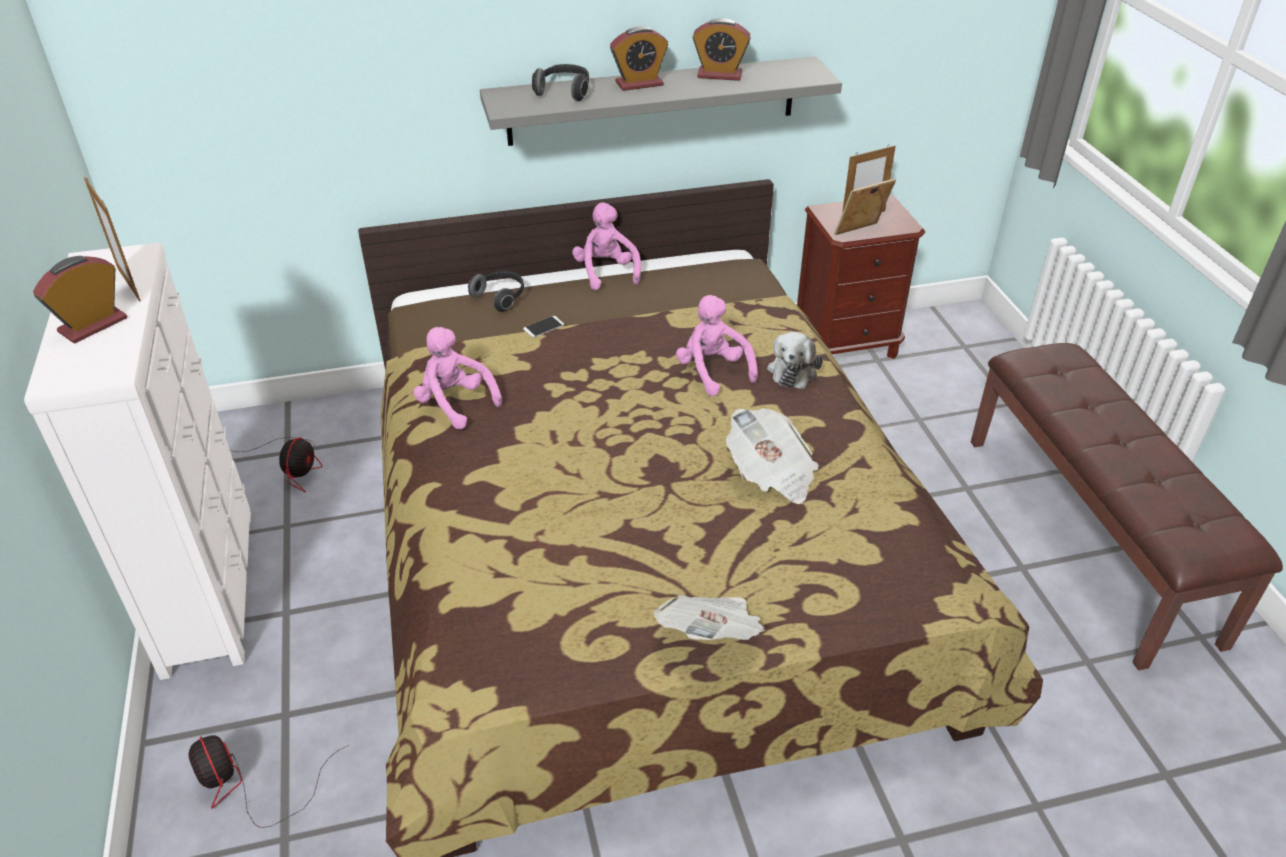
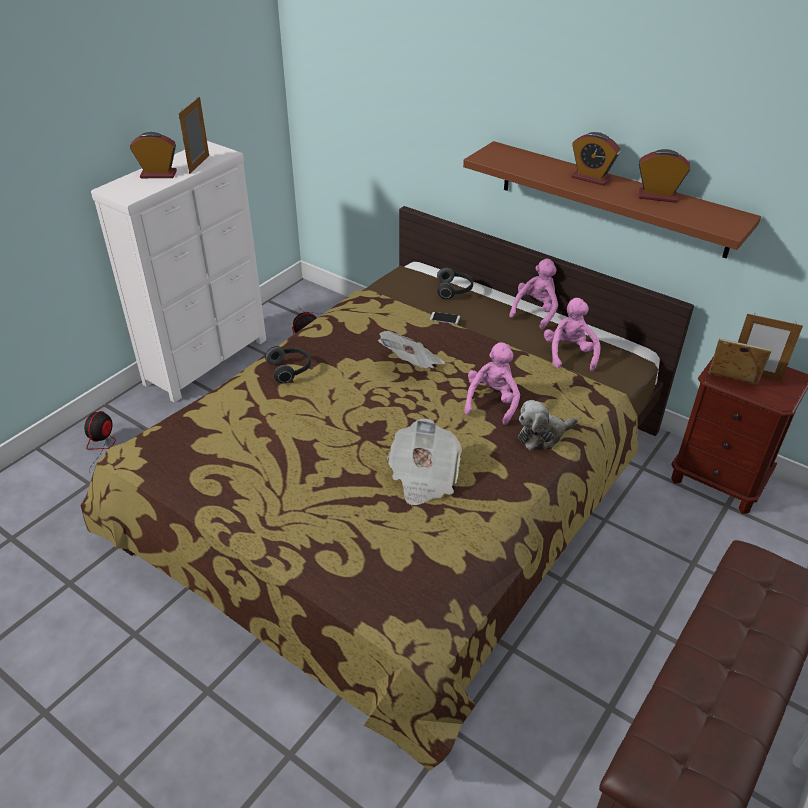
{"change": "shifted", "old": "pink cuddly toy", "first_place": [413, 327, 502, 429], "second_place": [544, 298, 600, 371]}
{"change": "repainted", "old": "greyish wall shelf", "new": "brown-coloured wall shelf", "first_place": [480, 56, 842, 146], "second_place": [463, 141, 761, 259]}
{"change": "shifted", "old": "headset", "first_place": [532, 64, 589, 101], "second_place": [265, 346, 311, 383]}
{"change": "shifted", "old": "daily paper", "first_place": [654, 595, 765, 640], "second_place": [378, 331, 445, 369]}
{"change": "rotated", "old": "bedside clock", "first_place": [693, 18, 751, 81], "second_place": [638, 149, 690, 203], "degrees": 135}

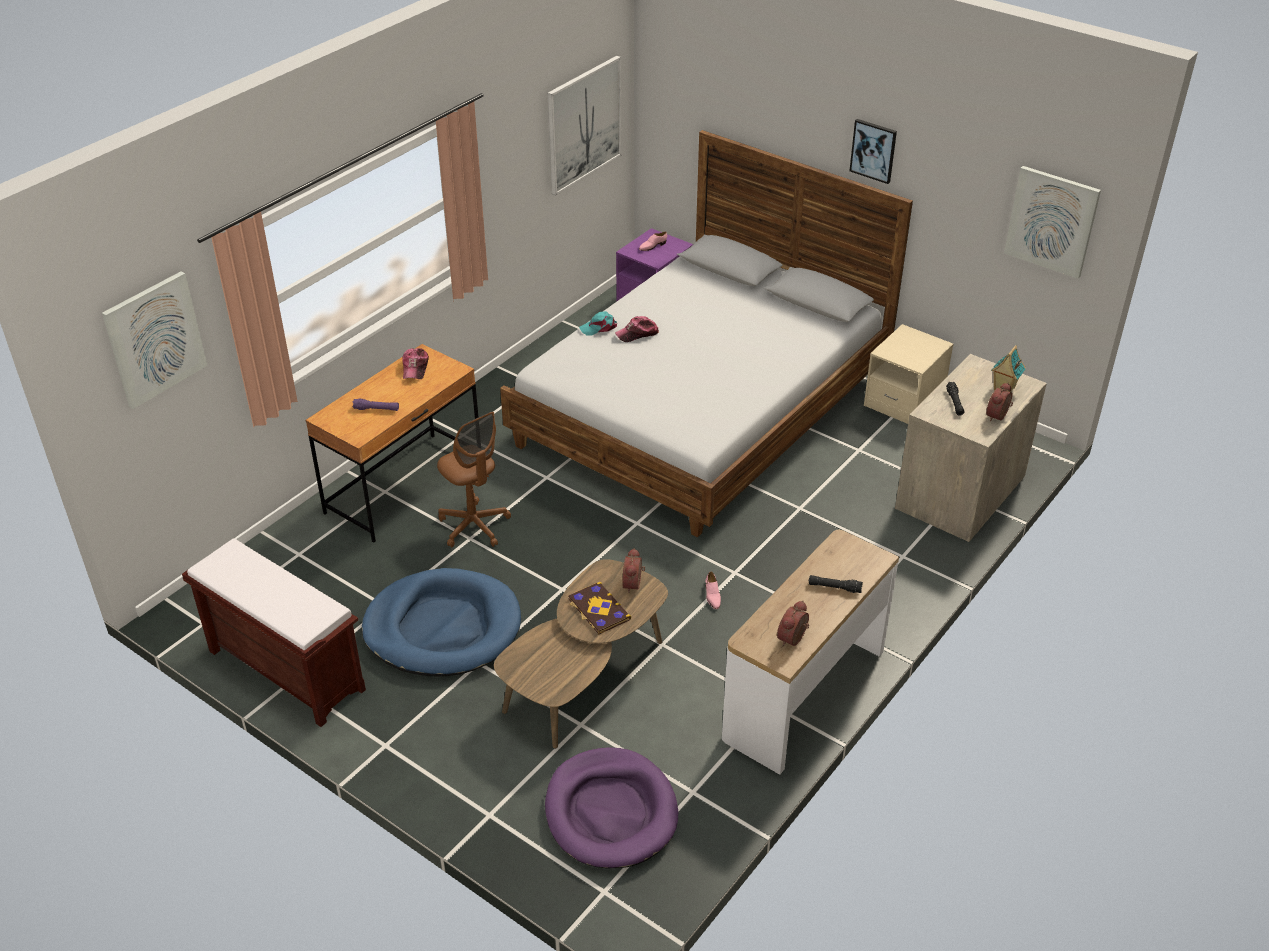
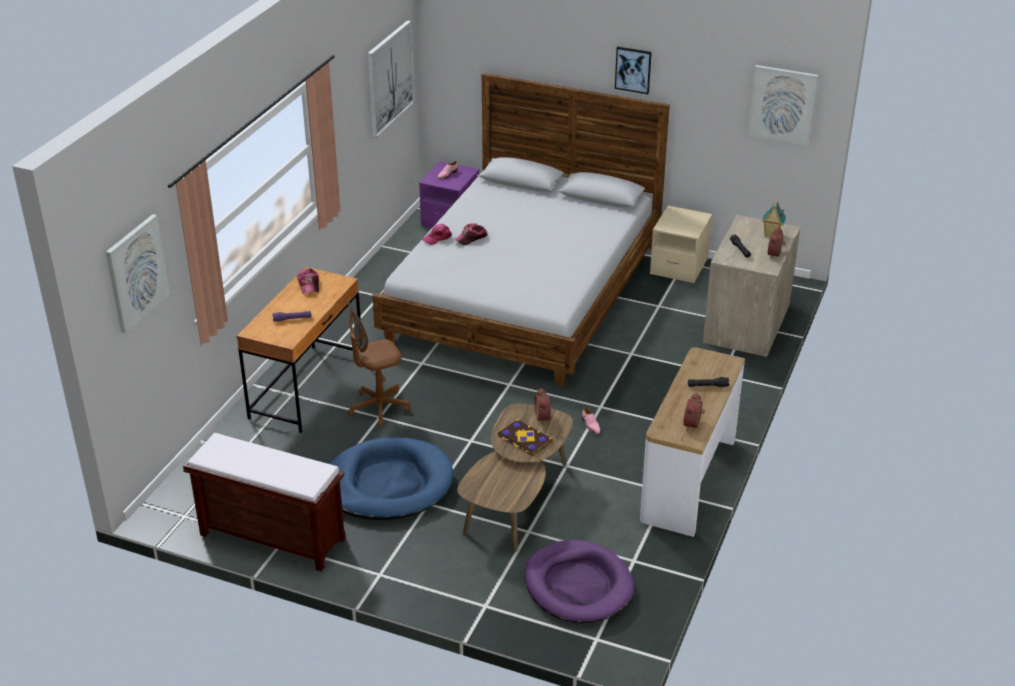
{"change": "rotated", "old": "brown-coloured desk chair", "first_place": [437, 411, 511, 547], "second_place": [346, 300, 410, 426], "degrees": 120}
{"change": "repainted", "old": "turquoise cap", "new": "pink cap", "first_place": [579, 311, 617, 336], "second_place": [422, 224, 452, 245]}

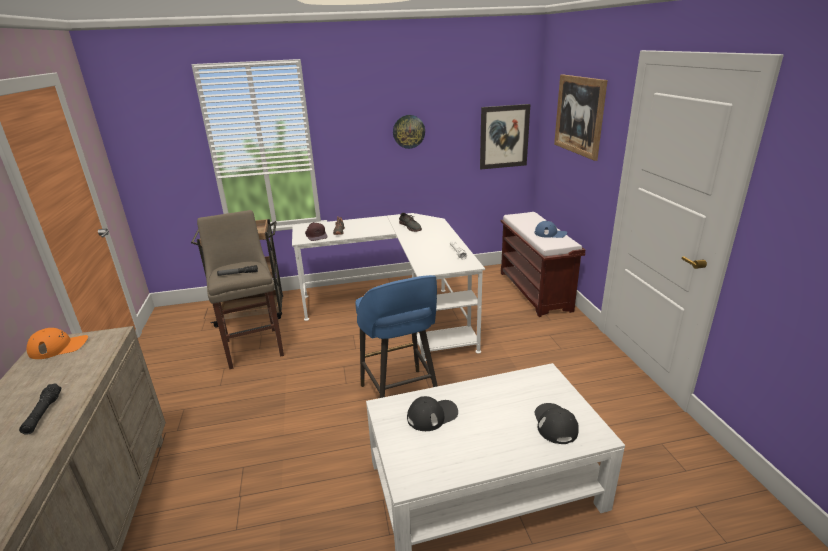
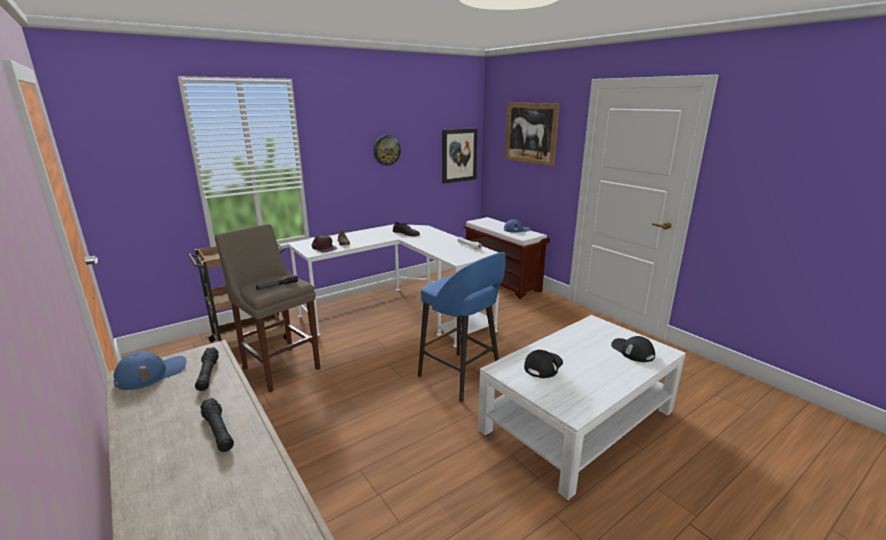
{"change": "repainted", "old": "orangey cap", "new": "blue-coloured cap", "first_place": [27, 328, 88, 359], "second_place": [113, 351, 187, 390]}
{"change": "new", "new": "blackish flashlight", "second_place": [195, 347, 219, 391]}

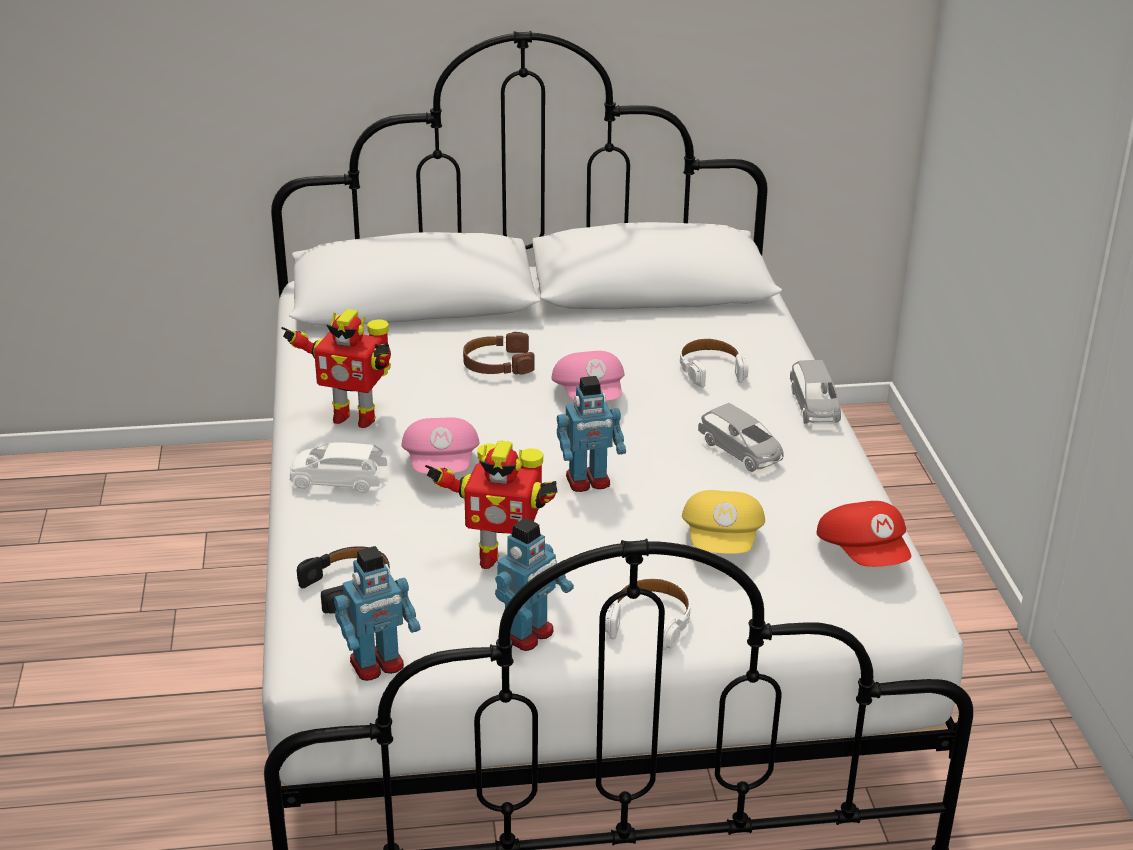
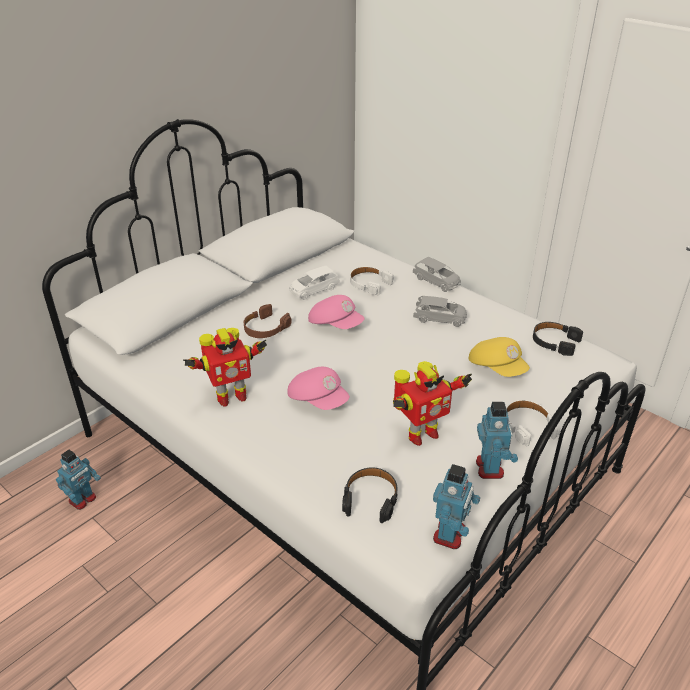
{"change": "shifted", "old": "white miniature car", "first_place": [290, 442, 387, 493], "second_place": [290, 266, 340, 300]}
{"change": "shifted", "old": "model robot", "first_place": [557, 376, 626, 492], "second_place": [56, 450, 101, 510]}
{"change": "swapped", "old": "red-coloured cap", "new": "blackish headset", "first_place": [817, 501, 911, 567], "second_place": [533, 322, 583, 356]}

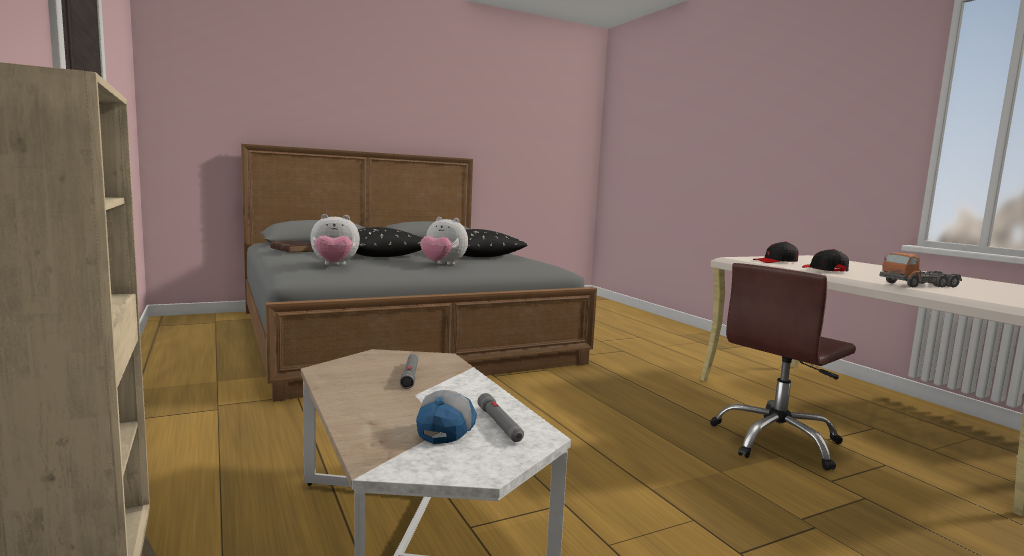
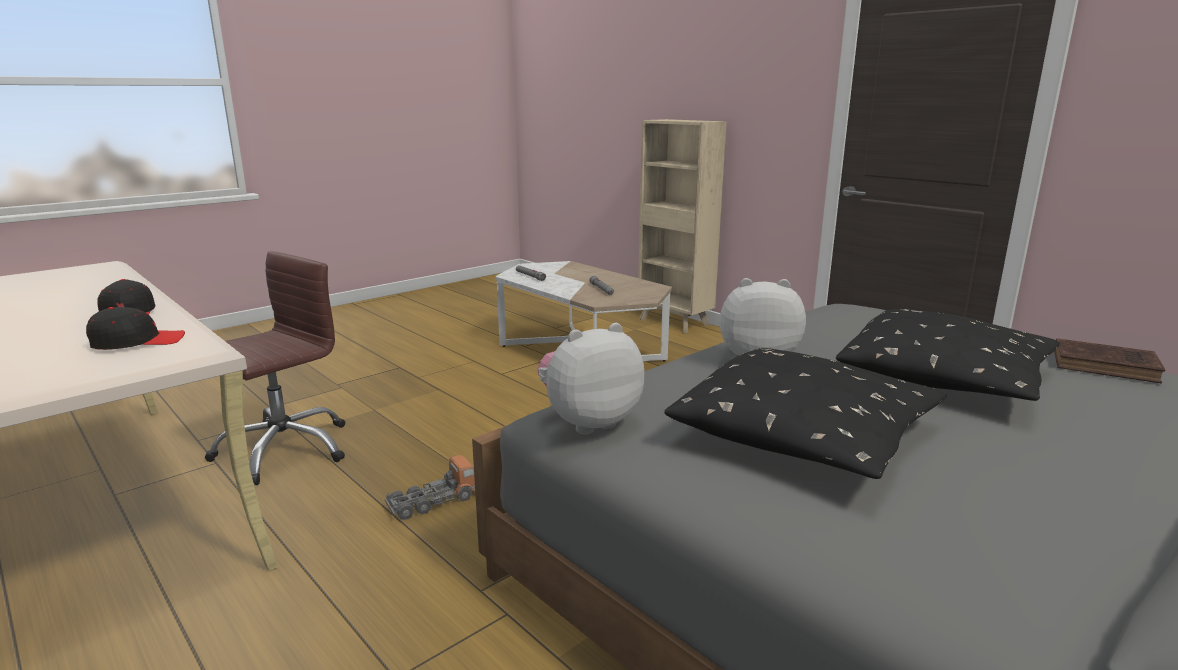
{"change": "shifted", "old": "cuddly toy", "first_place": [310, 214, 360, 265], "second_place": [537, 323, 644, 434]}
{"change": "gone", "old": "cap", "first_place": [416, 390, 477, 444]}
{"change": "shifted", "old": "toy lorry", "first_place": [879, 252, 962, 288], "second_place": [384, 455, 475, 520]}

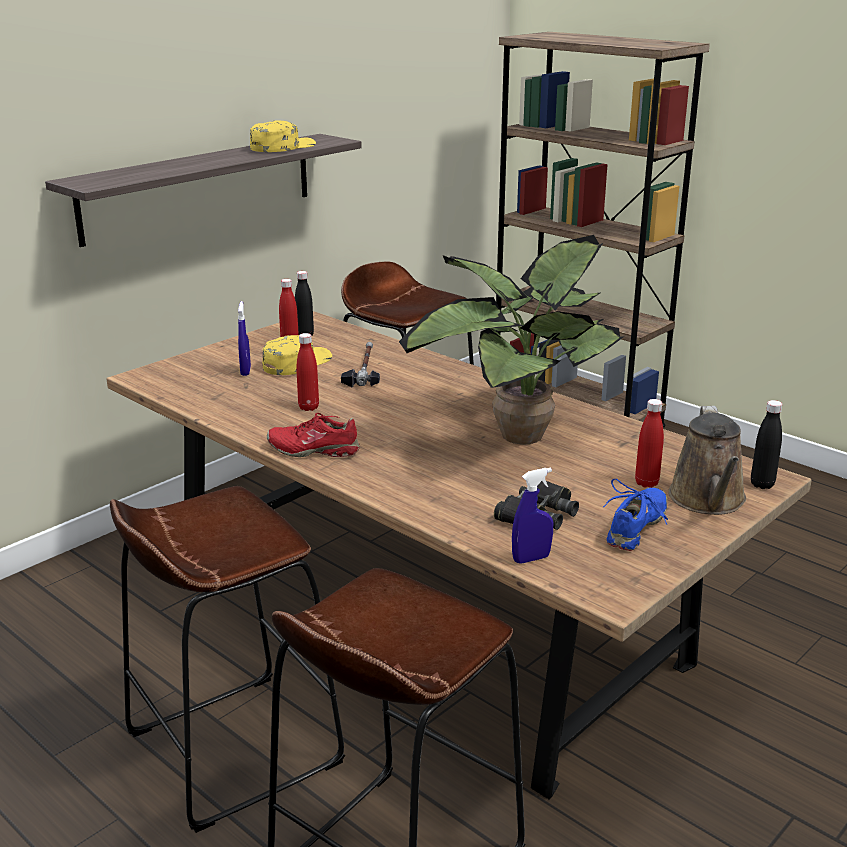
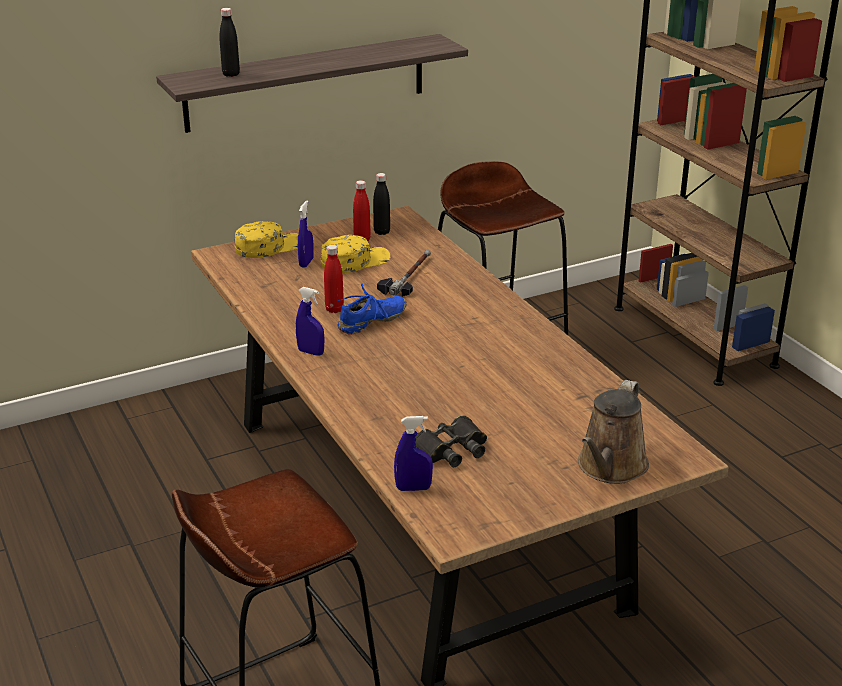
{"change": "gone", "old": "brown-coloured stool", "first_place": [110, 486, 345, 833]}
{"change": "shifted", "old": "yellowish cap", "first_place": [250, 120, 316, 152], "second_place": [235, 221, 298, 258]}
{"change": "swapped", "old": "red-coloured shoe", "new": "blue-coloured sprayer", "first_place": [267, 413, 360, 457], "second_place": [296, 287, 325, 356]}
{"change": "gone", "old": "houseplant", "first_place": [399, 235, 625, 445]}
{"change": "shifted", "old": "blue-coloured shoe", "first_place": [603, 479, 668, 551], "second_place": [337, 284, 407, 335]}
{"change": "gone", "old": "red-coloured bottle", "first_place": [635, 399, 664, 488]}
{"change": "shifted", "old": "blackish bottle", "first_place": [751, 400, 782, 489], "second_place": [220, 8, 240, 77]}

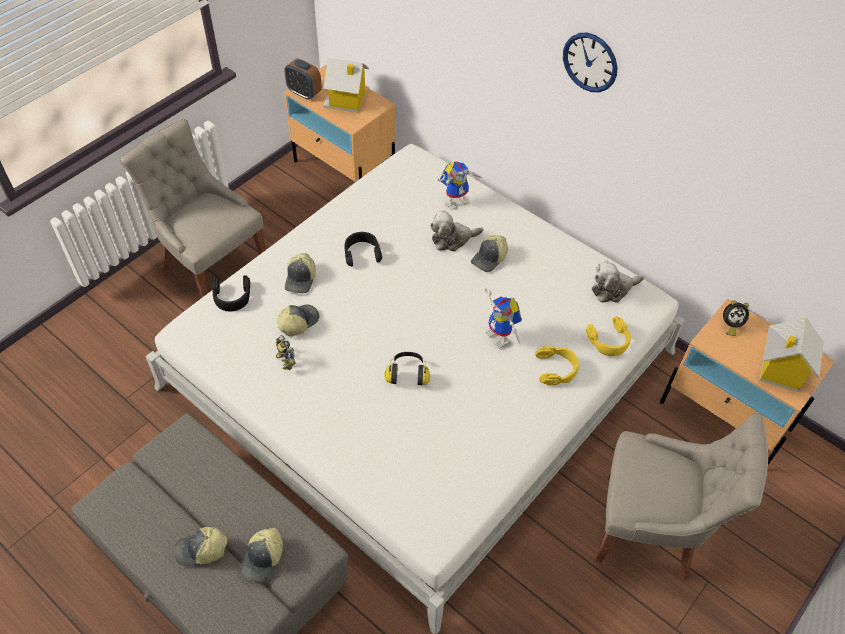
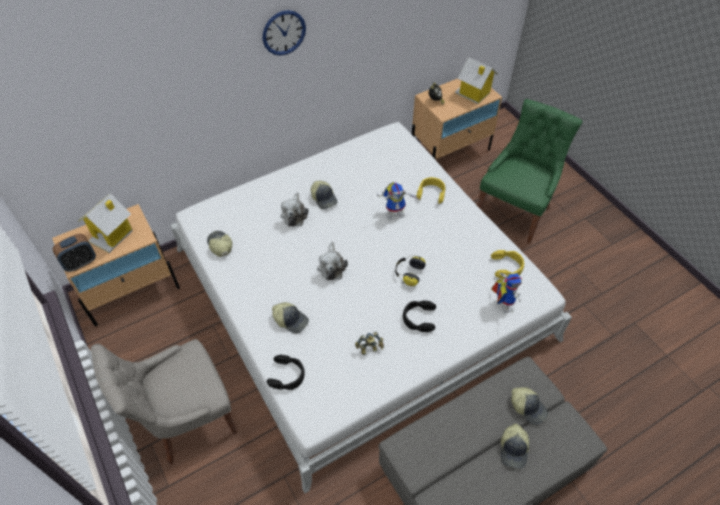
{"change": "shifted", "old": "cap", "first_place": [277, 304, 319, 336], "second_place": [207, 231, 232, 257]}
{"change": "shifted", "old": "blackish headset", "first_place": [344, 232, 382, 267], "second_place": [403, 300, 436, 332]}
{"change": "shifted", "old": "model robot", "first_place": [437, 161, 482, 210], "second_place": [491, 273, 522, 313]}
{"change": "shifted", "old": "yellowish headset", "first_place": [586, 316, 631, 356], "second_place": [491, 250, 524, 279]}
{"change": "shifted", "old": "cuddly toy", "first_place": [592, 261, 644, 303], "second_place": [317, 242, 348, 280]}
{"change": "repainted", "old": "greyish chair", "new": "green chair", "first_place": [596, 413, 768, 581], "second_place": [477, 99, 583, 244]}

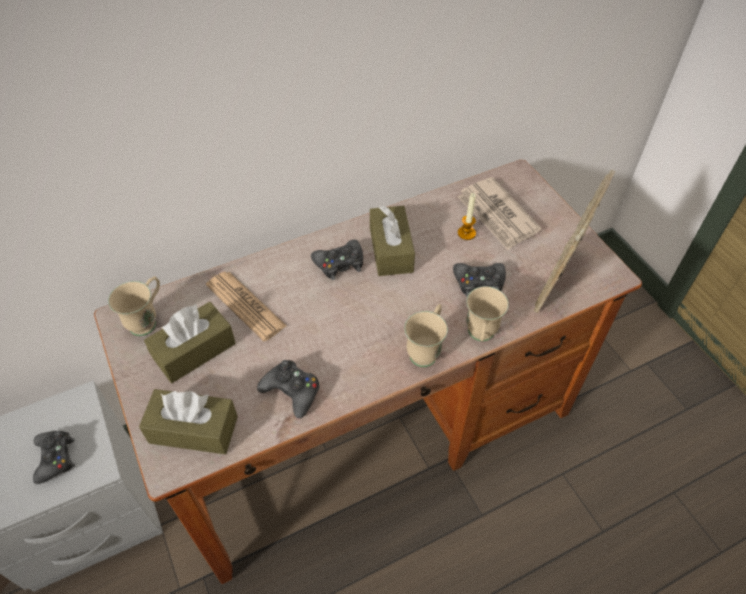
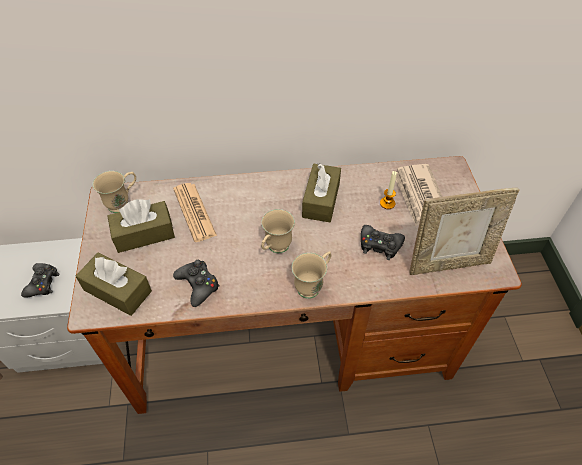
{"change": "gone", "old": "blackish gamepad", "first_place": [311, 240, 363, 280]}
{"change": "shifted", "old": "beige mug", "first_place": [466, 286, 509, 341], "second_place": [261, 209, 295, 253]}
{"change": "rotated", "old": "picture frame", "first_place": [534, 170, 616, 313], "second_place": [409, 188, 520, 275], "degrees": -150}

